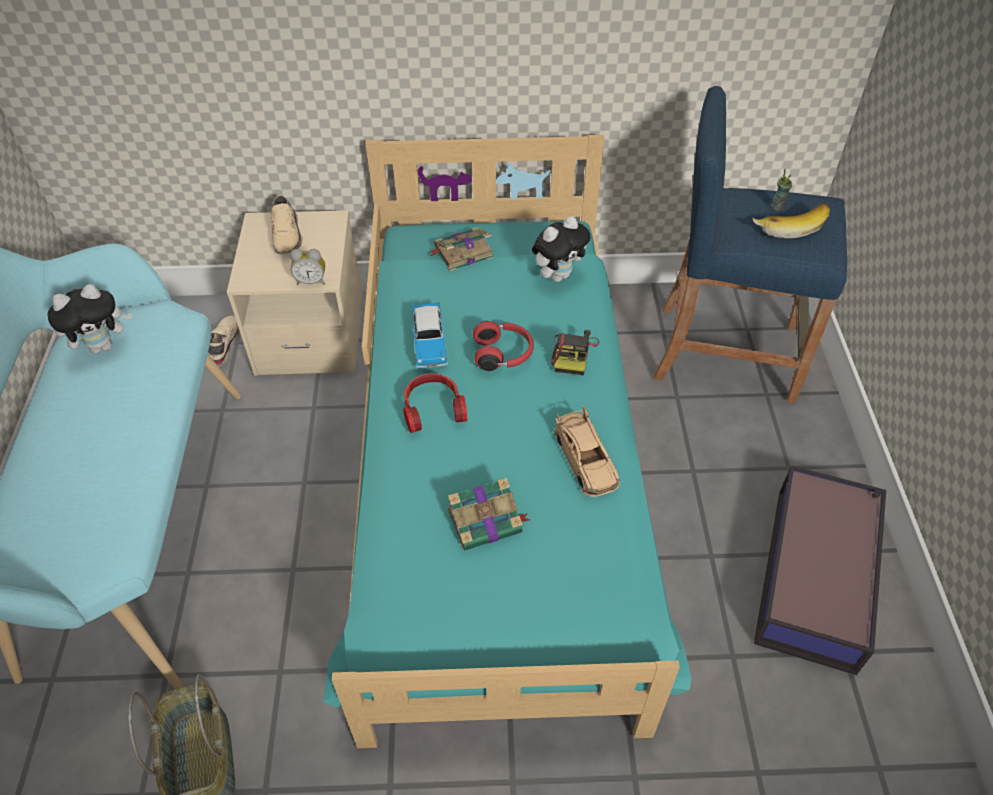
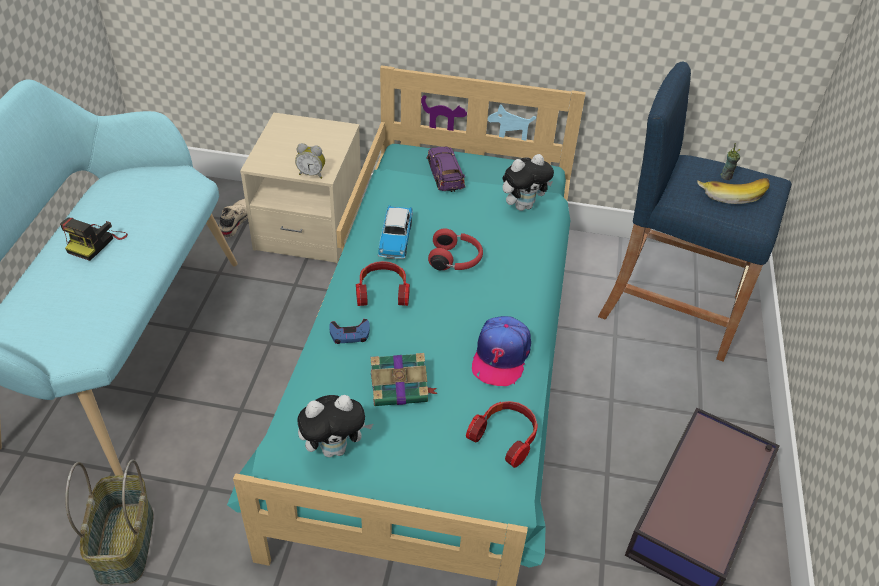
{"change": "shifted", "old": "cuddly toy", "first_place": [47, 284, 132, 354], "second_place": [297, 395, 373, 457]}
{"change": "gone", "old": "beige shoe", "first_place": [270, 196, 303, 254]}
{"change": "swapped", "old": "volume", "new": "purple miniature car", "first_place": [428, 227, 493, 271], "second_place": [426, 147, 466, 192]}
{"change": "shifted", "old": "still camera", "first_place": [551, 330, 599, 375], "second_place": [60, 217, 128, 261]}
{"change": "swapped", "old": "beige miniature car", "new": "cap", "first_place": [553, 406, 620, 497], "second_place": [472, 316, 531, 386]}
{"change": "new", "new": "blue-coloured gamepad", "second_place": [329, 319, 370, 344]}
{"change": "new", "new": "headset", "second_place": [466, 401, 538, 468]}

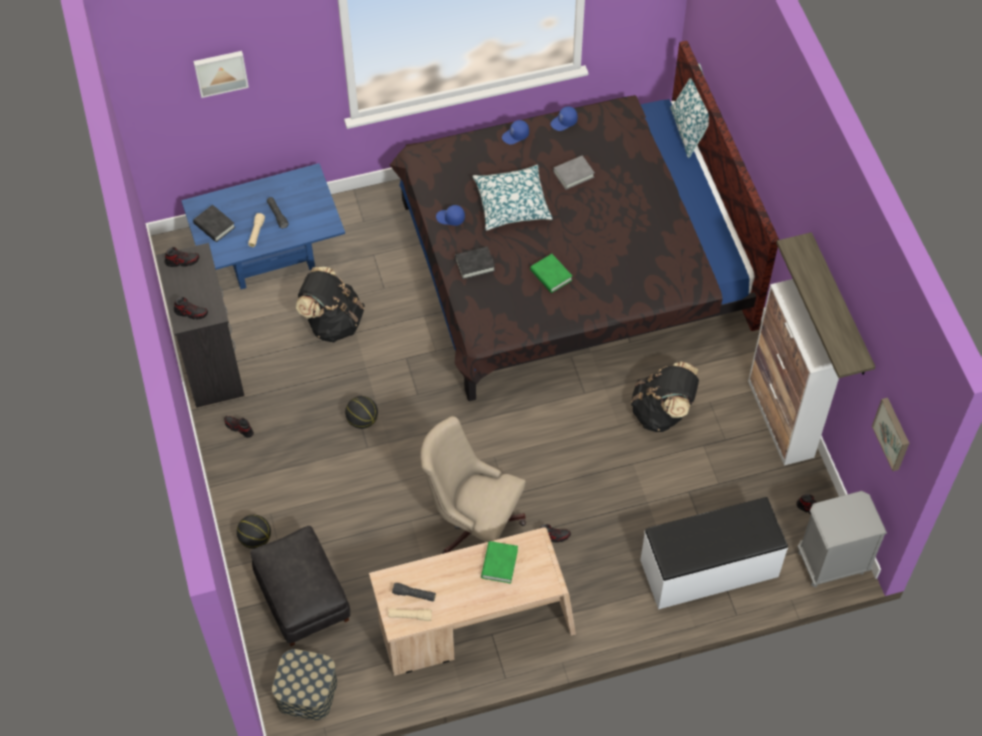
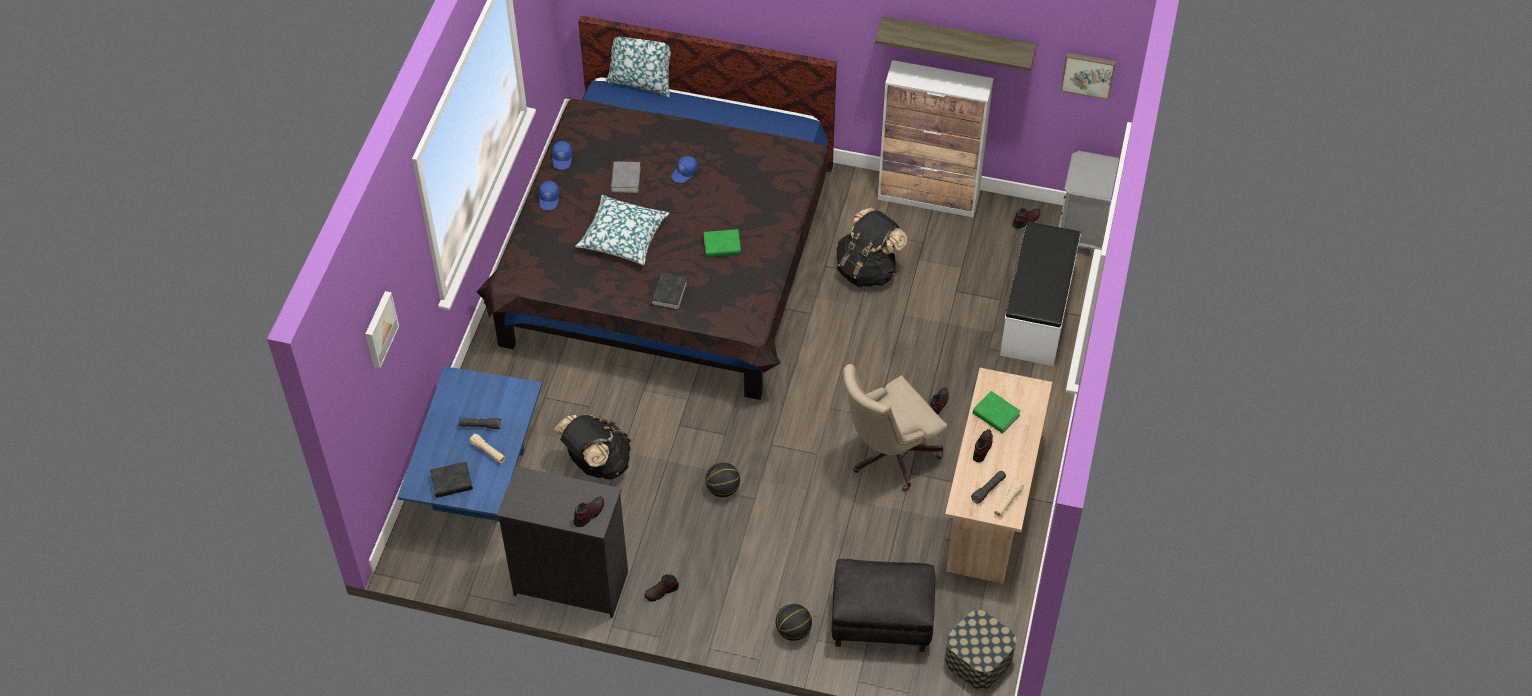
{"change": "shifted", "old": "shoe", "first_place": [165, 247, 199, 267], "second_place": [973, 429, 993, 463]}
{"change": "shifted", "old": "blue-coloured cap", "first_place": [436, 205, 465, 226], "second_place": [671, 156, 698, 183]}

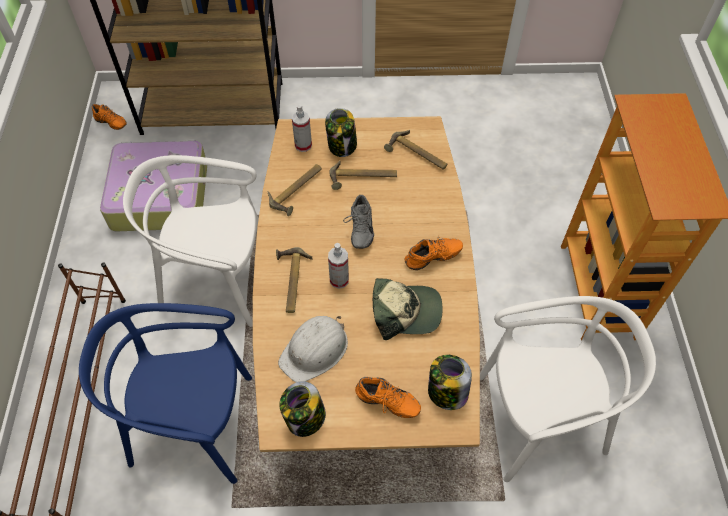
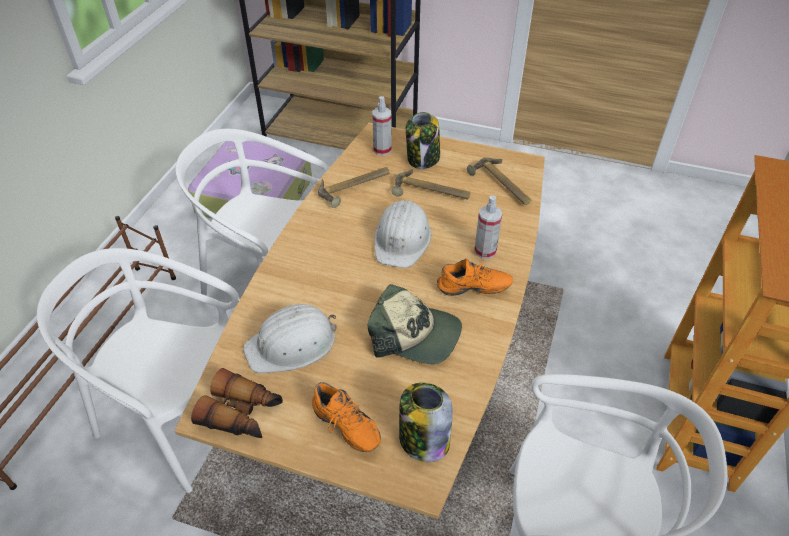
{"change": "repainted", "old": "blue-coloured chair", "new": "white chair", "first_place": [79, 303, 252, 484], "second_place": [37, 248, 239, 493]}
{"change": "gone", "old": "orangey shoe", "first_place": [92, 104, 127, 130]}
{"change": "gone", "old": "hand hammer", "first_place": [276, 247, 312, 313]}
{"change": "swapped", "old": "jar", "new": "field glasses", "first_place": [279, 381, 326, 437], "second_place": [191, 368, 283, 438]}
{"change": "shifted", "old": "sprayer", "first_place": [328, 243, 349, 289], "second_place": [474, 195, 502, 259]}
{"change": "swapped", "old": "greyish shoe", "new": "white safety helmet", "first_place": [343, 195, 374, 249], "second_place": [374, 200, 431, 268]}

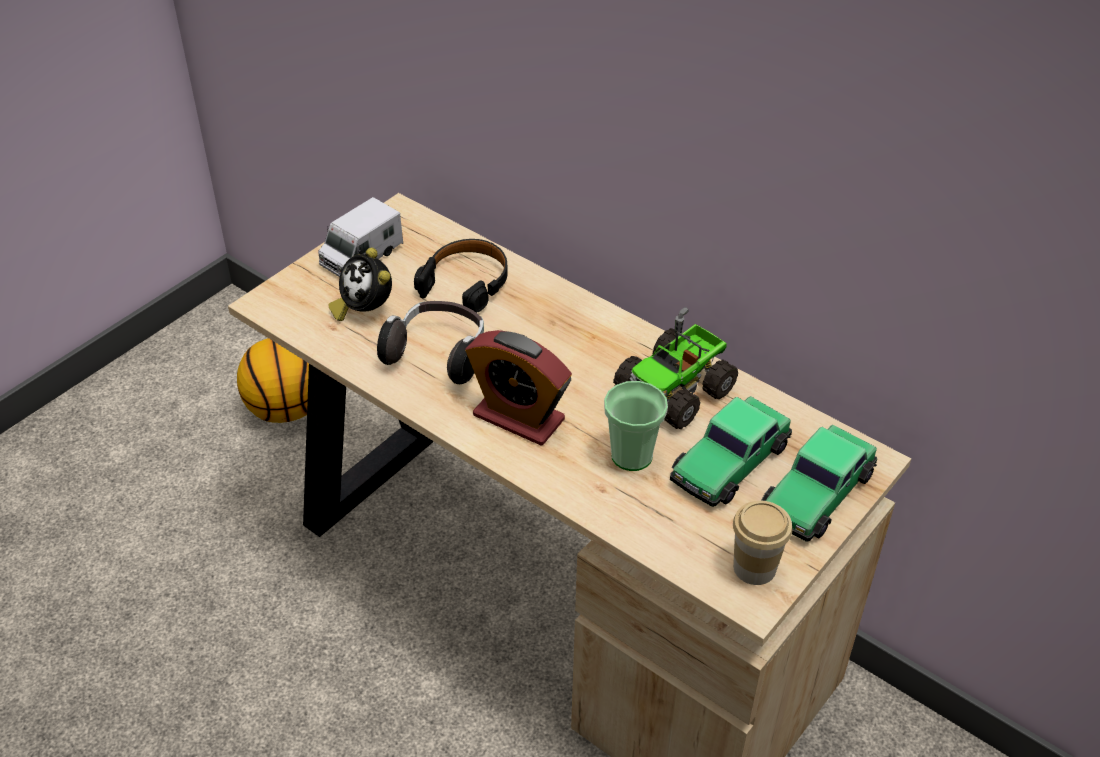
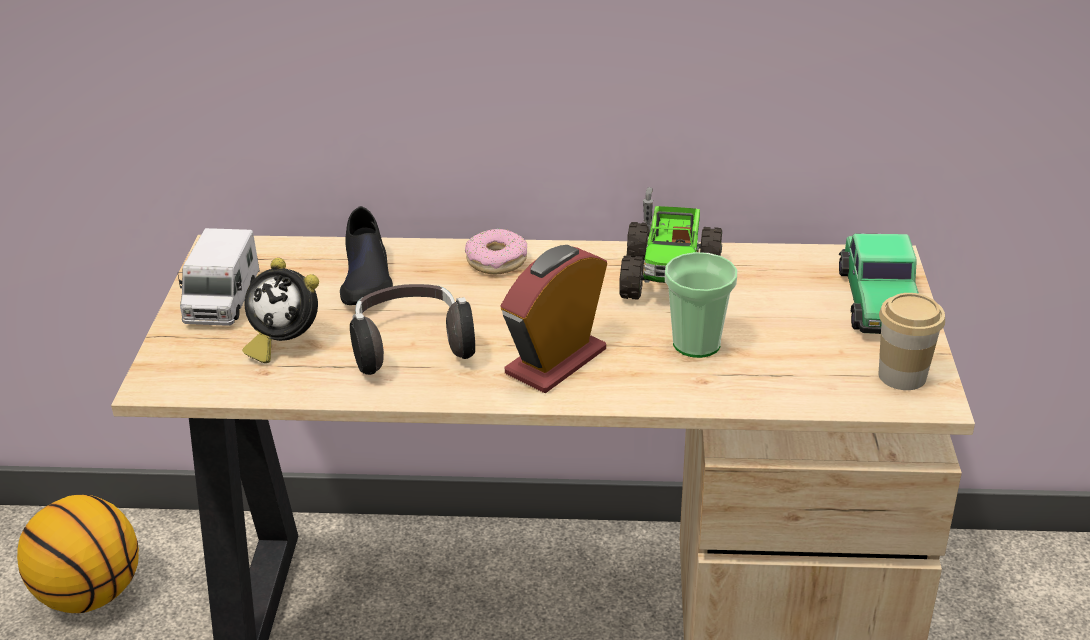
{"change": "swapped", "old": "blackish headset", "new": "blackish shoe", "first_place": [414, 239, 508, 313], "second_place": [340, 206, 393, 305]}
{"change": "rotated", "old": "bedside clock", "first_place": [465, 330, 572, 446], "second_place": [501, 245, 607, 393], "degrees": 135}
{"change": "gone", "old": "miniature car", "first_place": [670, 396, 792, 507]}
{"change": "new", "new": "ring doughnut", "second_place": [465, 229, 527, 274]}

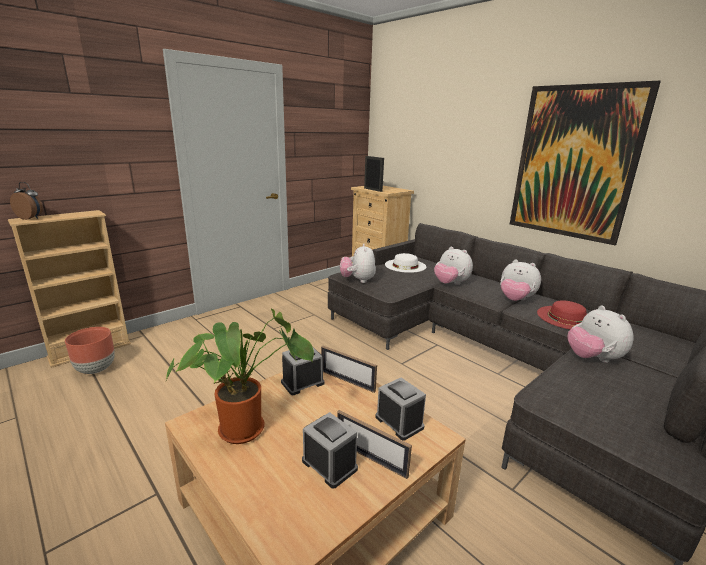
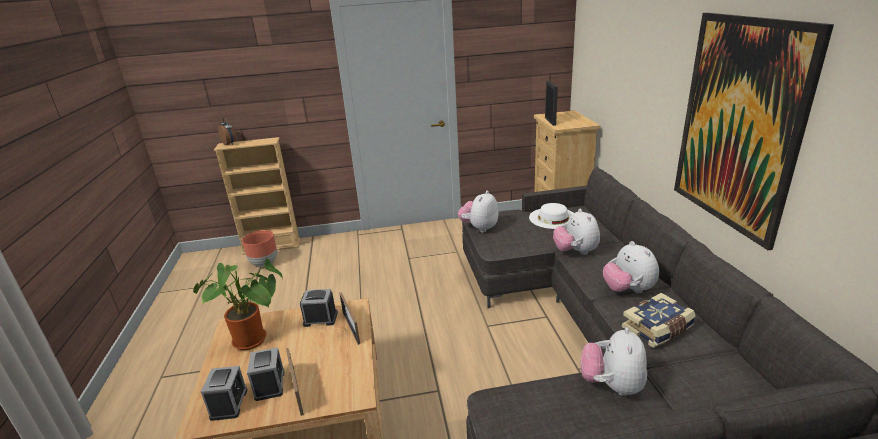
{"change": "shifted", "old": "bedside clock", "first_place": [375, 377, 426, 441], "second_place": [201, 366, 248, 421]}
{"change": "swapped", "old": "red-coloured hat", "new": "volume", "first_place": [537, 301, 587, 329], "second_place": [622, 293, 696, 348]}

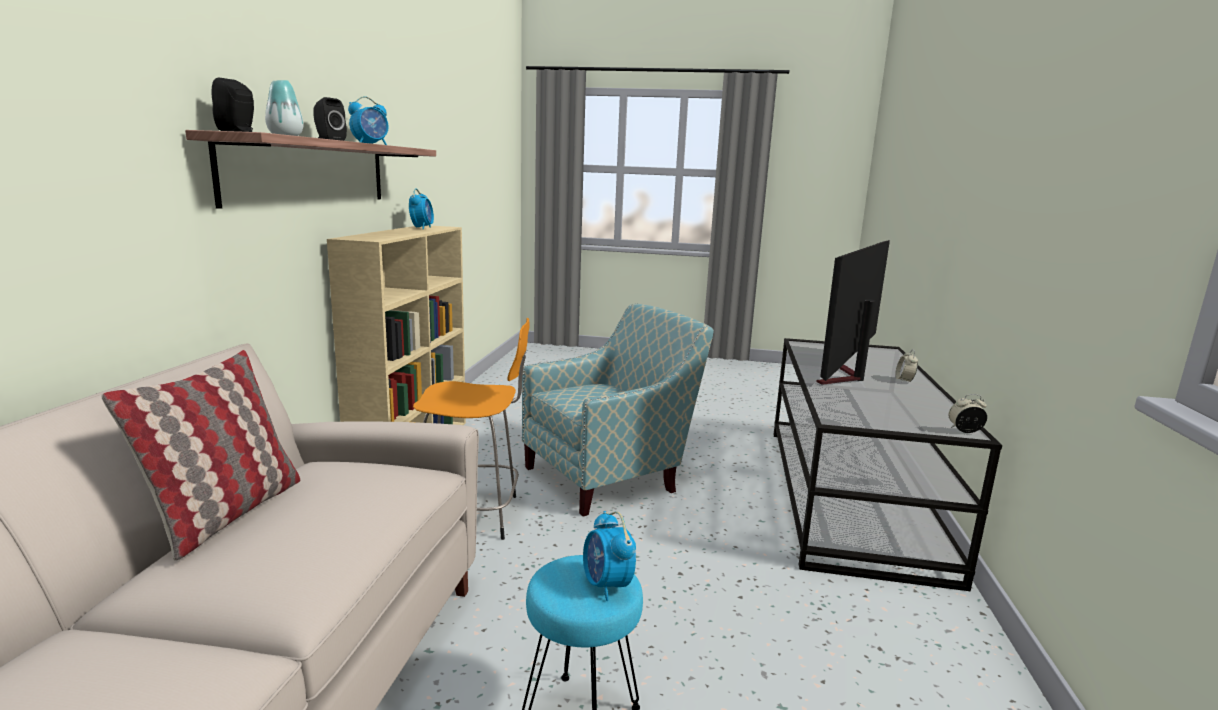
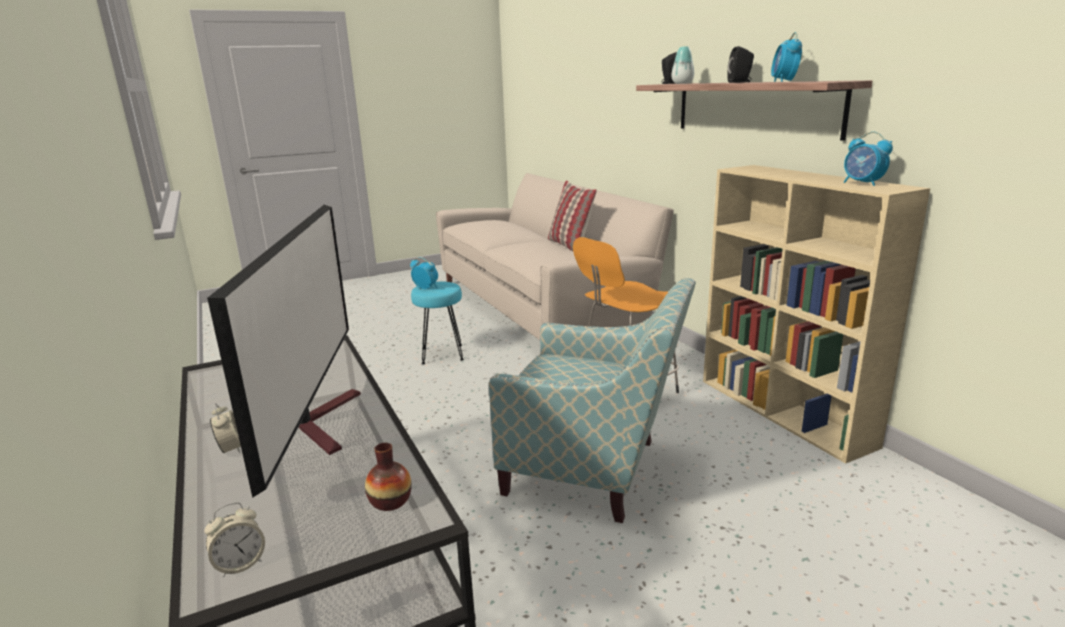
{"change": "rotated", "old": "easy chair", "first_place": [522, 303, 714, 516], "second_place": [489, 278, 696, 523], "degrees": -90}
{"change": "shifted", "old": "bedside clock", "first_place": [949, 394, 987, 433], "second_place": [204, 502, 265, 578]}
{"change": "new", "new": "decorative vase", "second_place": [365, 443, 412, 511]}

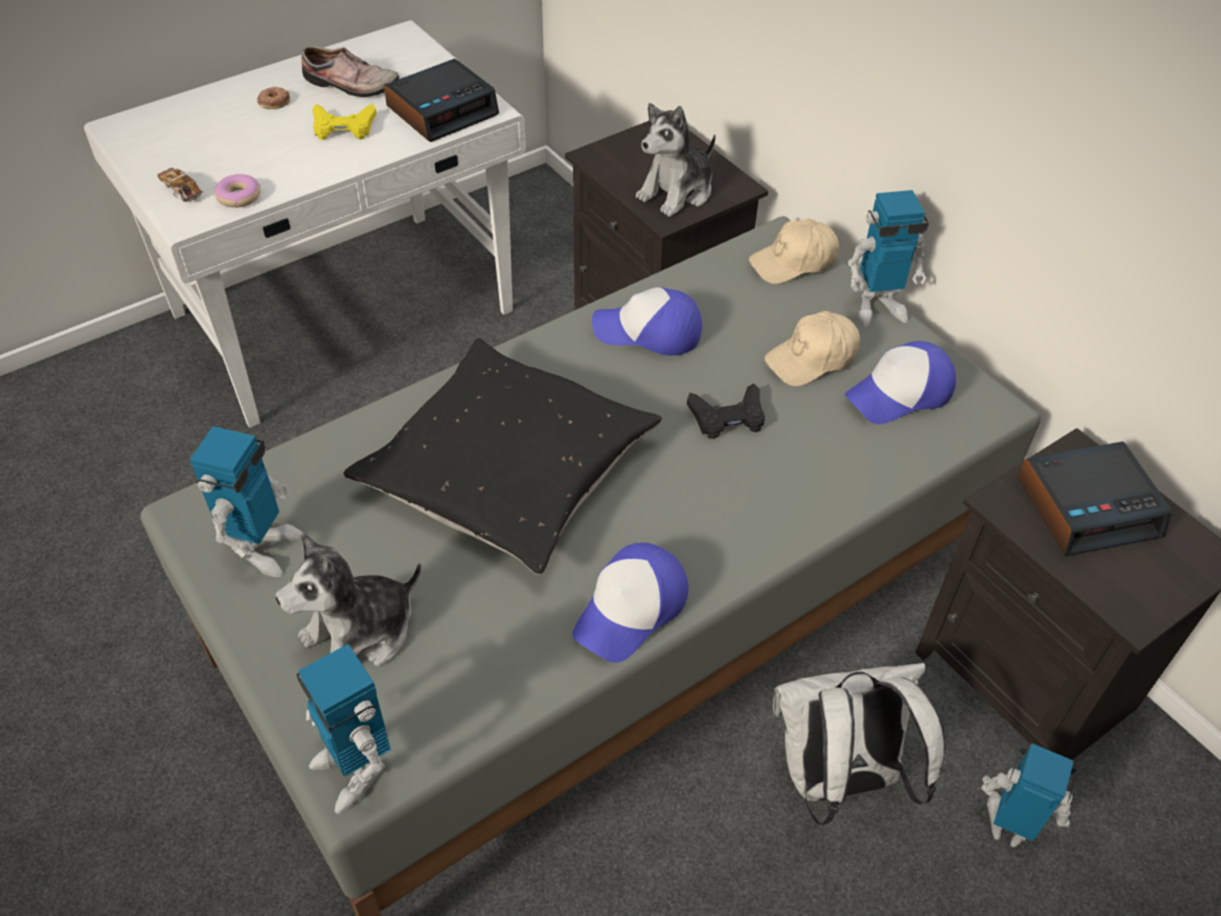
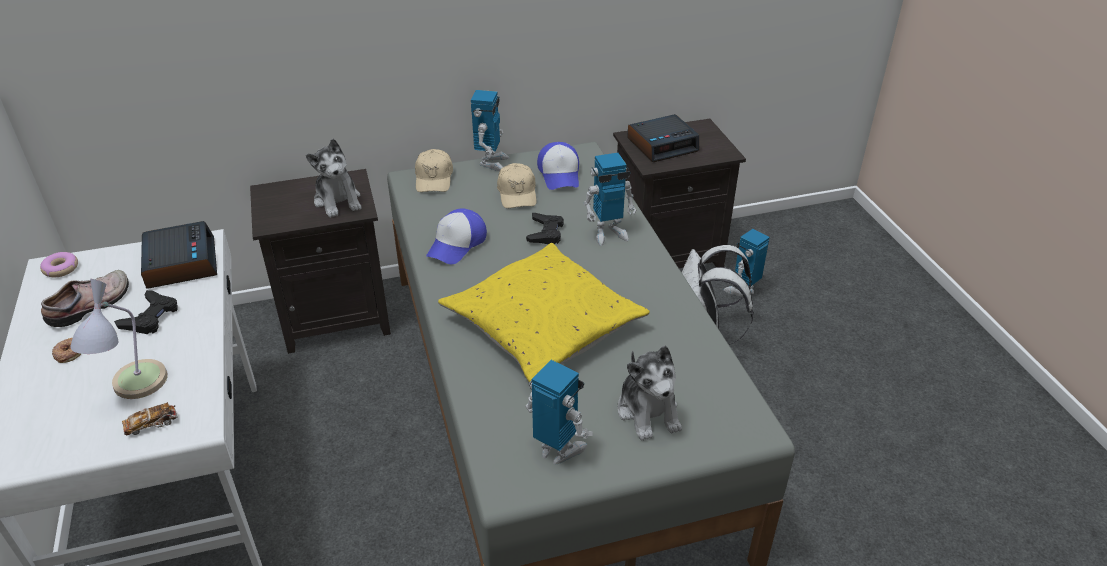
{"change": "shifted", "old": "ring doughnut", "first_place": [214, 174, 261, 208], "second_place": [40, 252, 78, 277]}
{"change": "shifted", "old": "model robot", "first_place": [296, 644, 391, 814], "second_place": [583, 153, 637, 246]}
{"change": "repainted", "old": "yellowish gamepad", "new": "blackish gamepad", "first_place": [312, 104, 376, 140], "second_place": [114, 290, 178, 334]}
{"change": "repainted", "old": "blackish cushion", "new": "yellowish cushion", "first_place": [344, 338, 662, 575], "second_place": [438, 243, 650, 383]}
{"change": "gone", "old": "cap", "first_place": [572, 543, 688, 663]}
{"change": "rotated", "old": "bedside clock", "first_place": [1017, 441, 1173, 556], "second_place": [627, 114, 699, 162], "degrees": 60}
{"change": "new", "new": "table lamp", "second_place": [70, 279, 168, 399]}

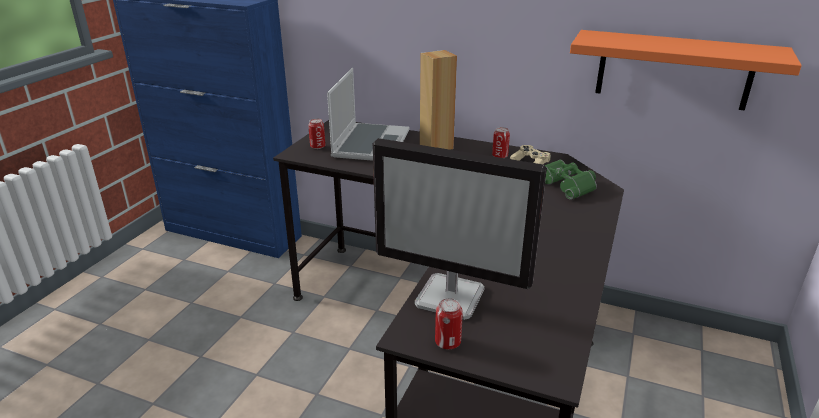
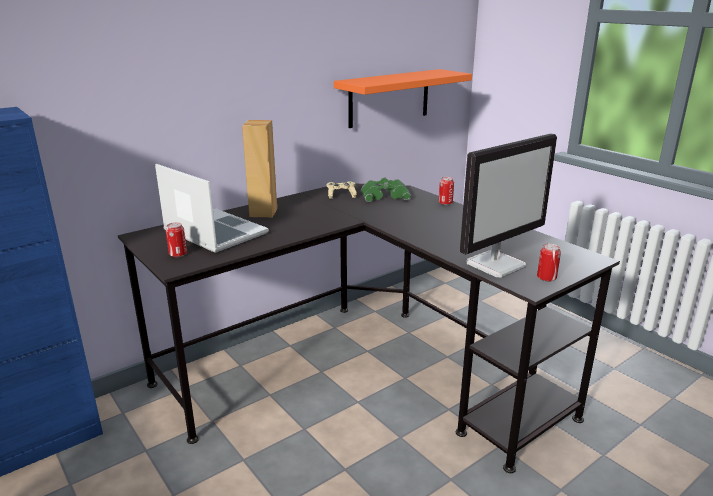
{"change": "shifted", "old": "sealed can", "first_place": [492, 127, 510, 158], "second_place": [439, 177, 454, 205]}

